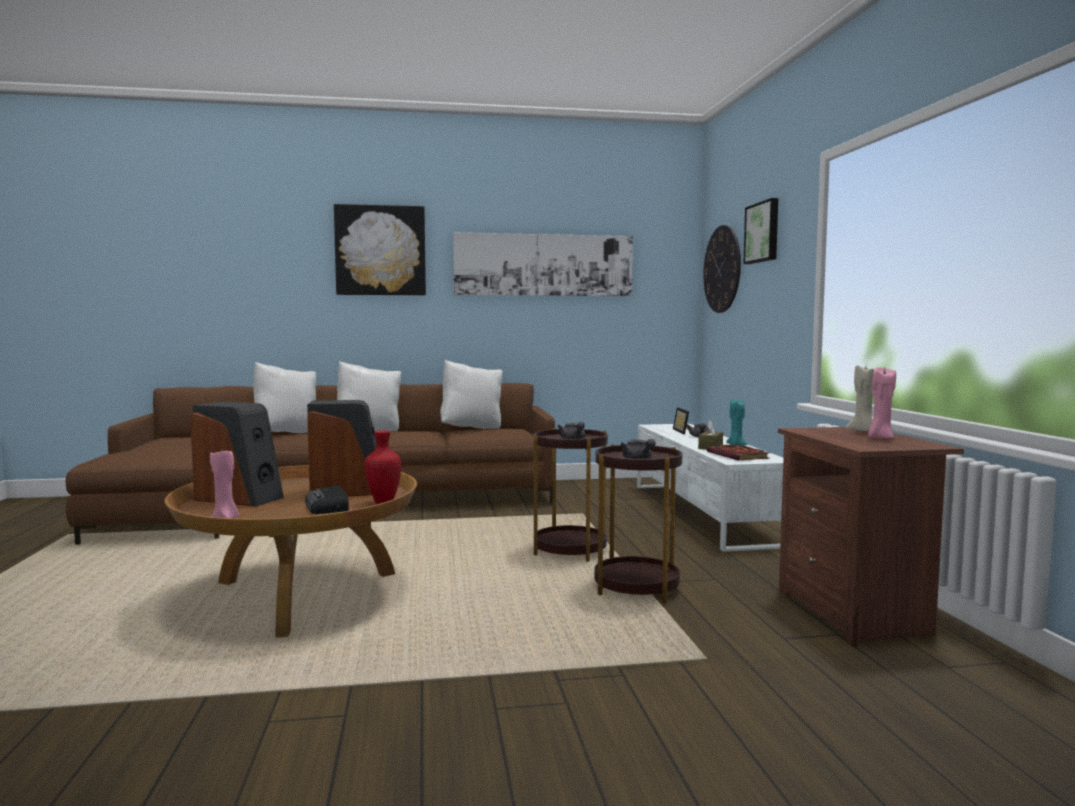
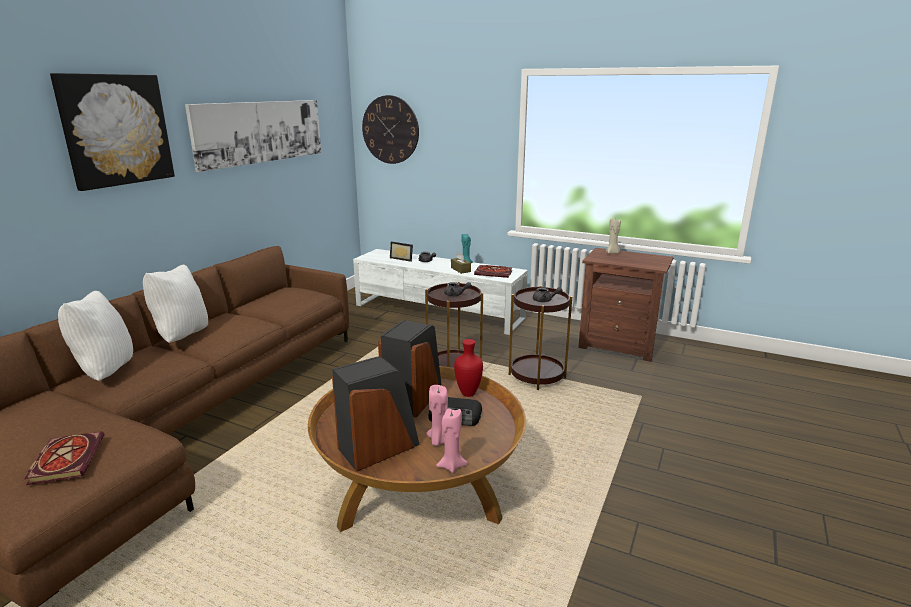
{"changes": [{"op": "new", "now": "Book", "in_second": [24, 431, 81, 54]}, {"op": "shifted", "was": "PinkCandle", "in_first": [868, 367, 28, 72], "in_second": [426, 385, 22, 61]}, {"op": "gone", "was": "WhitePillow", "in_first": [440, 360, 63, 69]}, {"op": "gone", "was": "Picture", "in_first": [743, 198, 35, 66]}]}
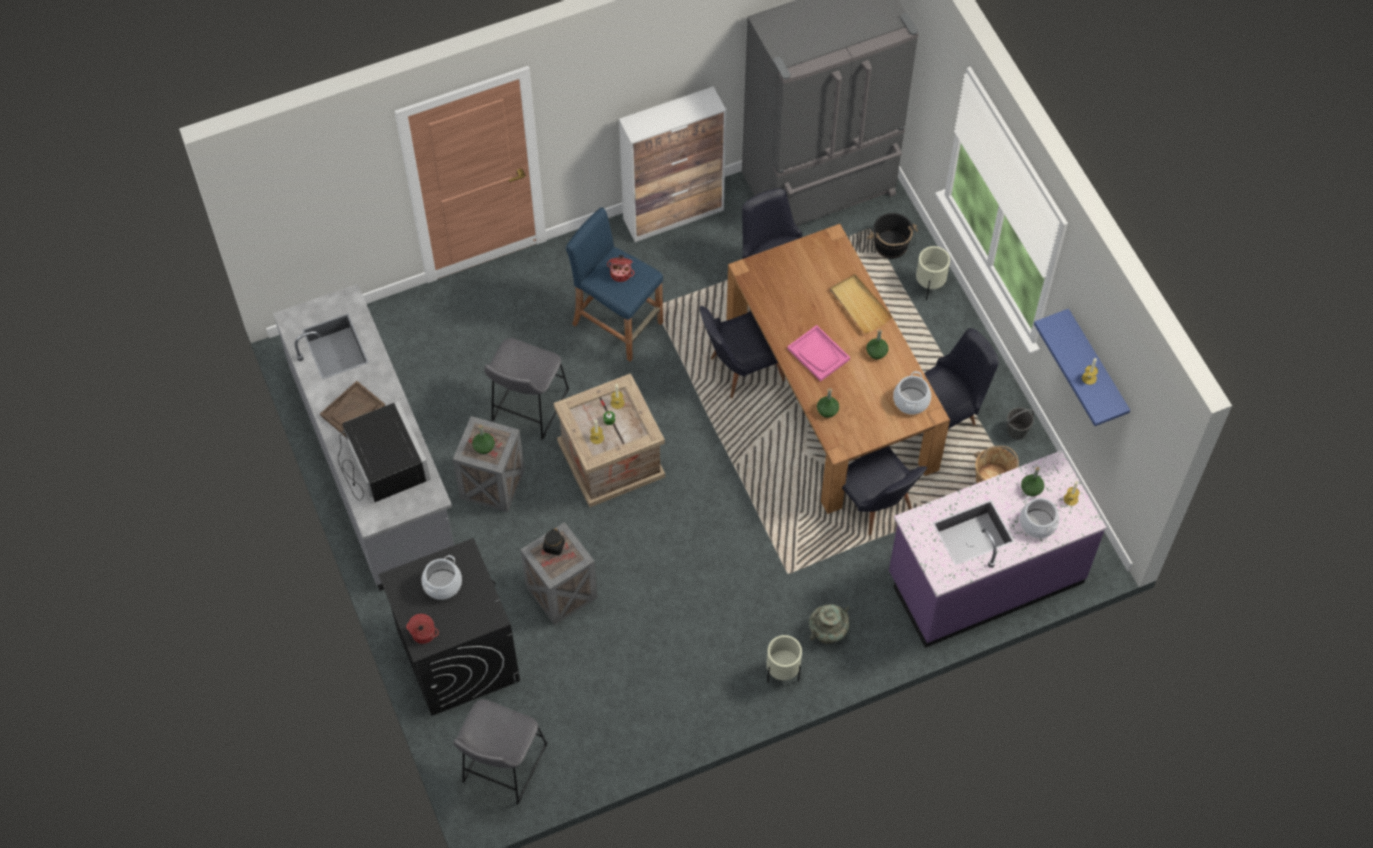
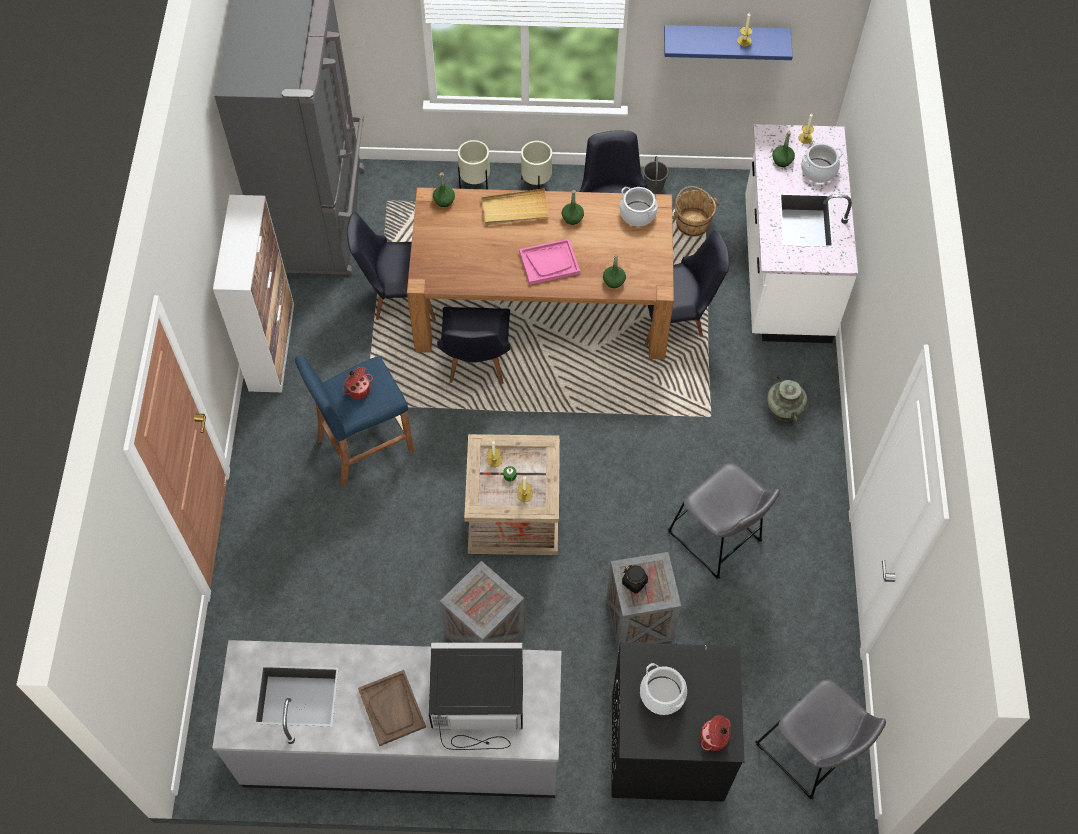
{"changes": [{"op": "shifted", "was": "GreenBottle", "in_first": [472, 425, 23, 29], "in_second": [433, 172, 22, 35]}, {"op": "shifted", "was": "BeigePlanter", "in_first": [766, 635, 36, 48], "in_second": [521, 141, 31, 48]}, {"op": "shifted", "was": "GreyStool", "in_first": [484, 338, 85, 101], "in_second": [668, 463, 112, 116]}, {"op": "repainted", "was": "PurpleCounter", "now": "WhiteCounter", "in_first": [889, 450, 218, 198], "in_second": [745, 124, 113, 219]}, {"op": "gone", "was": "BlackBucket", "in_first": [867, 213, 51, 46]}]}
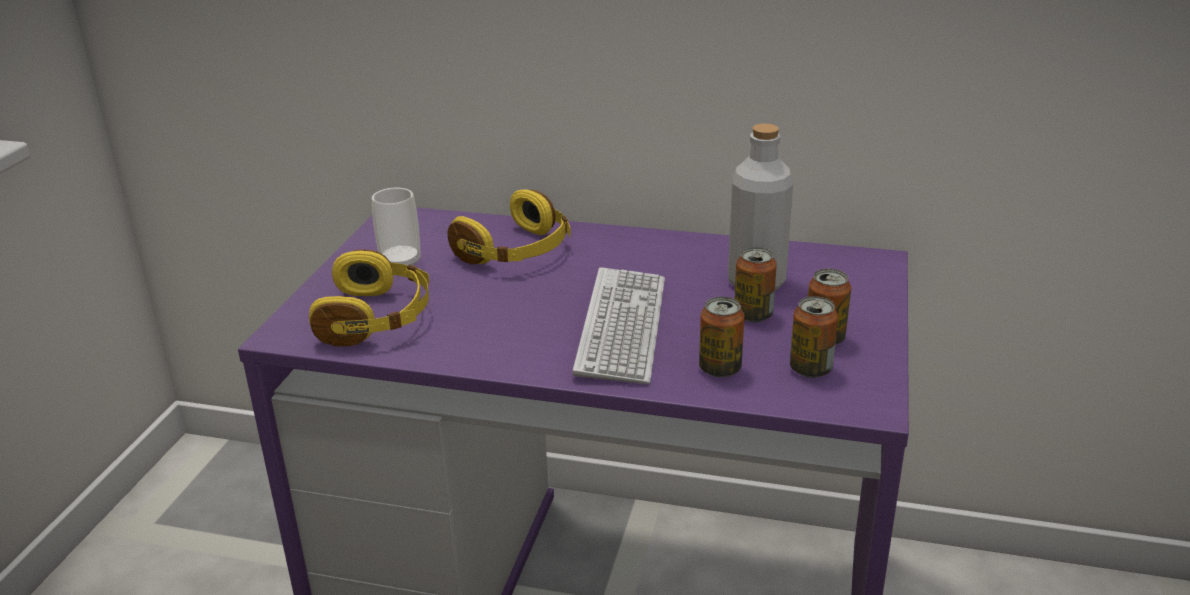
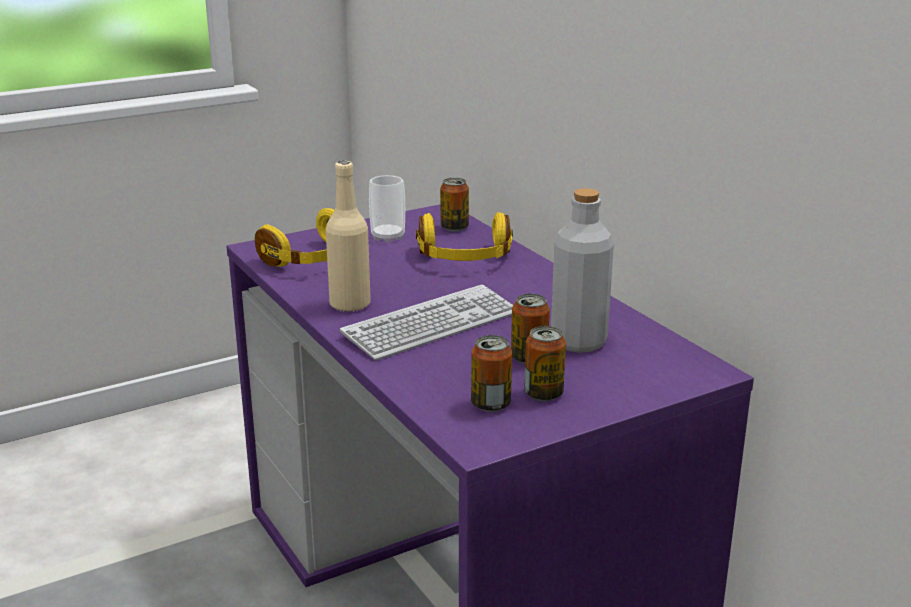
{"changes": [{"op": "new", "now": "BeigeBottle", "in_second": [326, 161, 45, 151]}, {"op": "shifted", "was": "Can", "in_first": [699, 297, 45, 80], "in_second": [440, 178, 29, 53]}]}
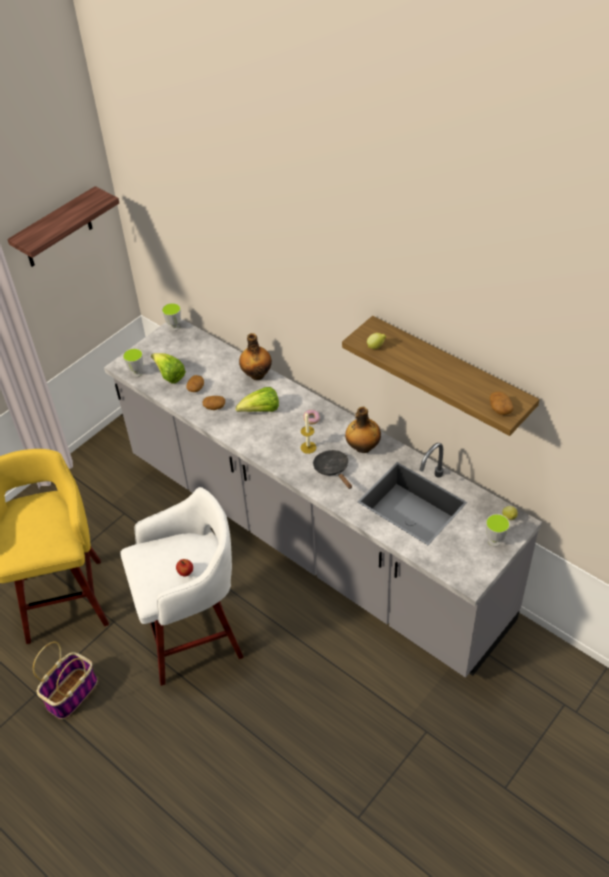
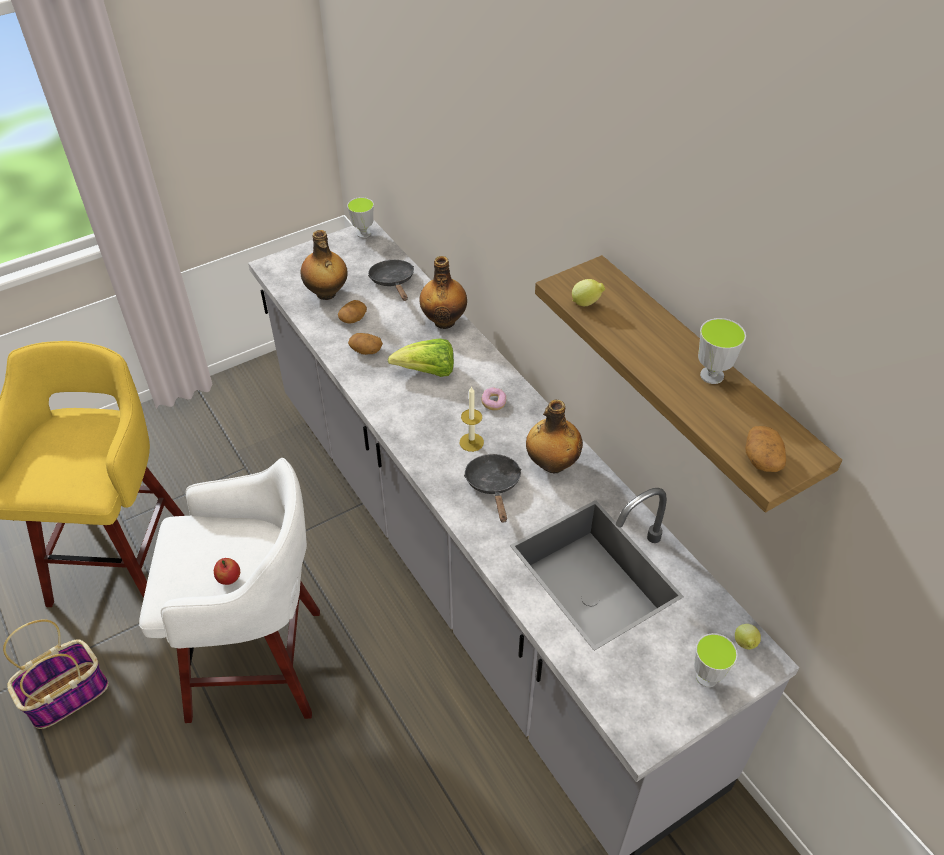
{"changes": [{"op": "swapped", "was": "Lettuce", "now": "Bottle", "in_first": [151, 353, 35, 30], "in_second": [300, 230, 48, 70]}, {"op": "new", "now": "BlackFryingPan", "in_second": [368, 260, 46, 41]}, {"op": "shifted", "was": "Cup", "in_first": [123, 348, 20, 29], "in_second": [698, 318, 48, 66]}, {"op": "gone", "was": "Shelf", "in_first": [7, 186, 112, 81]}]}
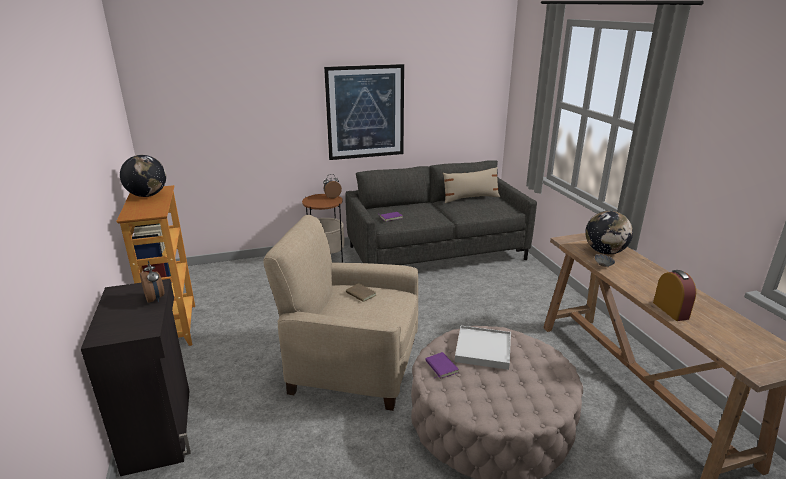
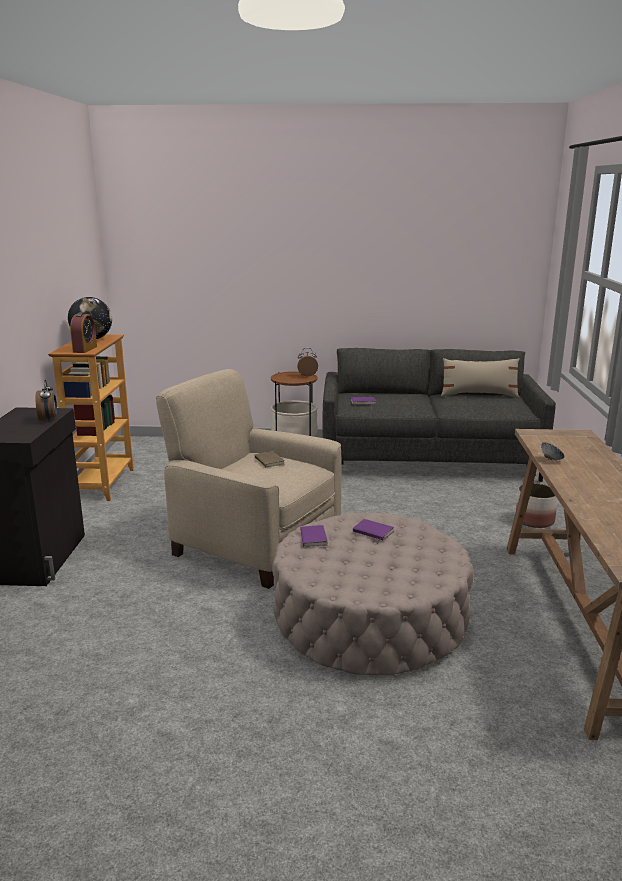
{"changes": [{"op": "shifted", "was": "AlarmClock", "in_first": [653, 270, 43, 51], "in_second": [70, 312, 27, 41]}, {"op": "swapped", "was": "WhiteTray", "now": "PurpleBook", "in_first": [455, 326, 56, 44], "in_second": [353, 519, 41, 21]}, {"op": "new", "now": "Planter", "in_second": [516, 483, 42, 45]}, {"op": "gone", "was": "Picture", "in_first": [324, 64, 80, 96]}, {"op": "gone", "was": "Globe", "in_first": [585, 211, 48, 43]}]}
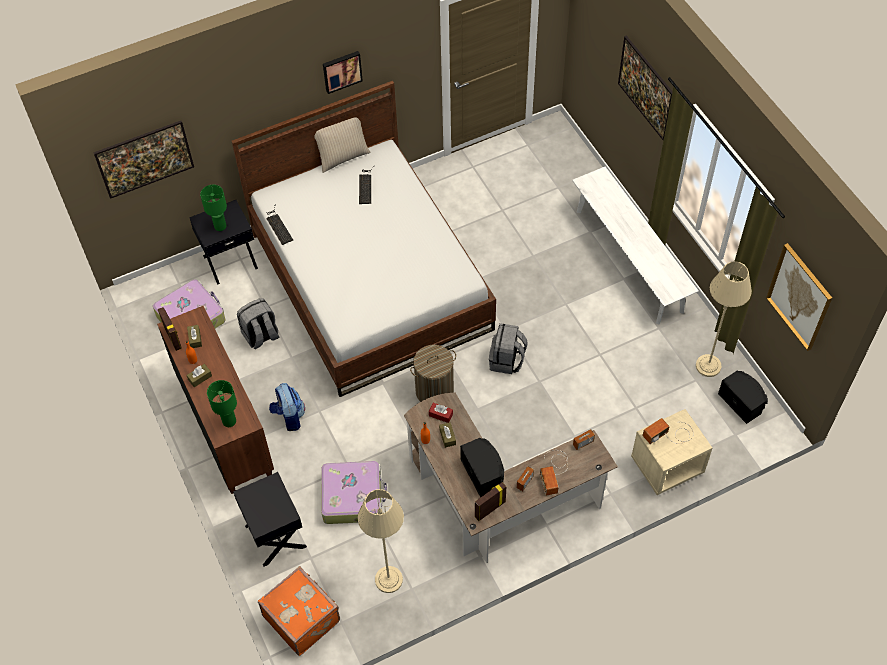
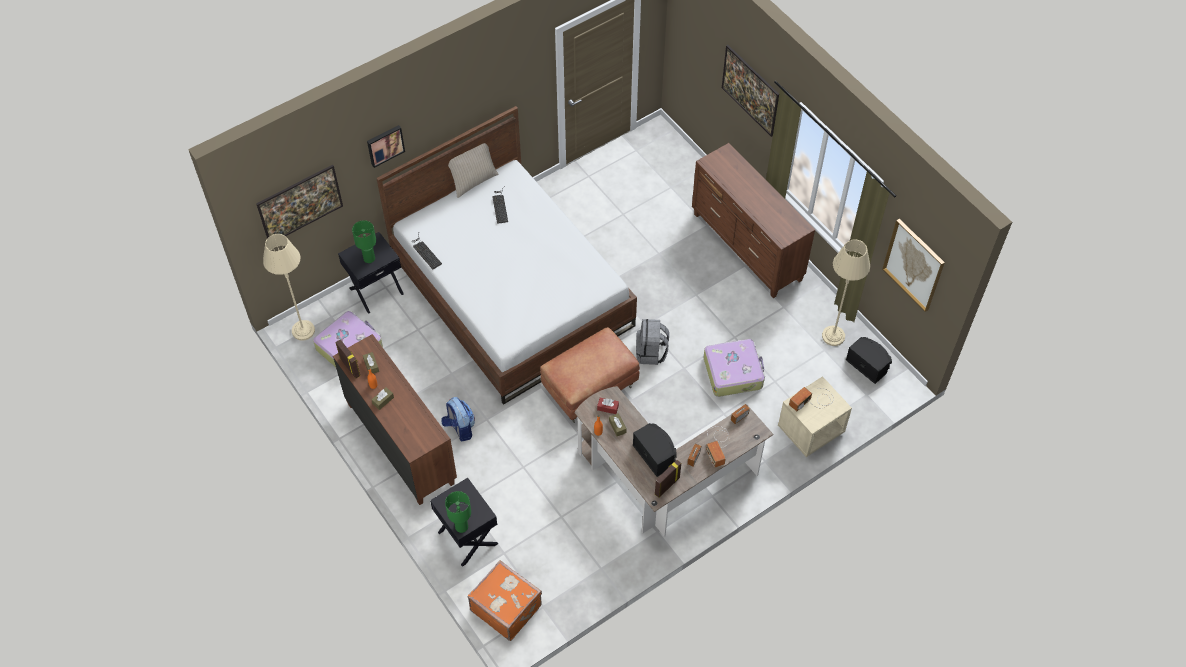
{"changes": [{"op": "shifted", "was": "BeigeFloorLamp", "in_first": [358, 489, 46, 104], "in_second": [263, 234, 52, 107]}, {"op": "shifted", "was": "Picture", "in_first": [323, 51, 40, 43], "in_second": [367, 125, 38, 43]}, {"op": "shifted", "was": "GreenTableLamp", "in_first": [207, 380, 30, 47], "in_second": [445, 491, 26, 42]}, {"op": "swapped", "was": "LaundryBasket", "now": "BrownOttoman", "in_first": [410, 345, 46, 57], "in_second": [540, 327, 100, 96]}, {"op": "swapped", "was": "WhiteBench", "now": "BrownDresser", "in_first": [572, 167, 127, 157], "in_second": [692, 143, 123, 155]}, {"op": "shifted", "was": "Suitcase", "in_first": [321, 461, 66, 63], "in_second": [704, 339, 61, 58]}, {"op": "gone", "was": "GreyBackpack", "in_first": [237, 298, 42, 51]}]}
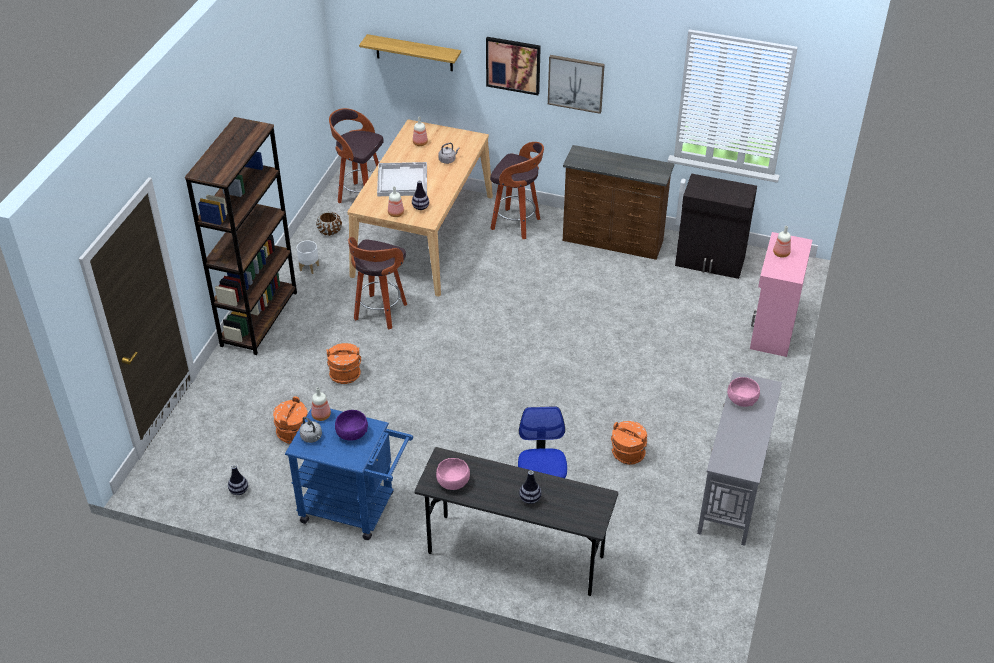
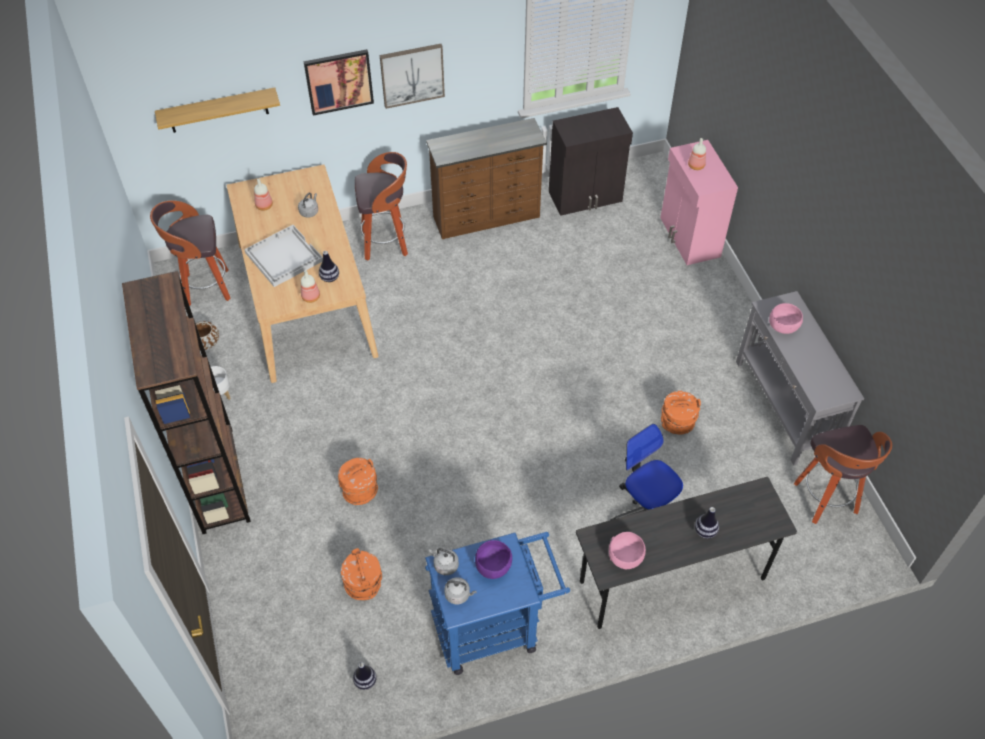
{"changes": [{"op": "swapped", "was": "Bottle", "now": "GreyKettle", "in_first": [311, 387, 20, 34], "in_second": [429, 548, 30, 27]}, {"op": "shifted", "was": "Stool", "in_first": [348, 237, 59, 92], "in_second": [794, 425, 98, 99]}]}
